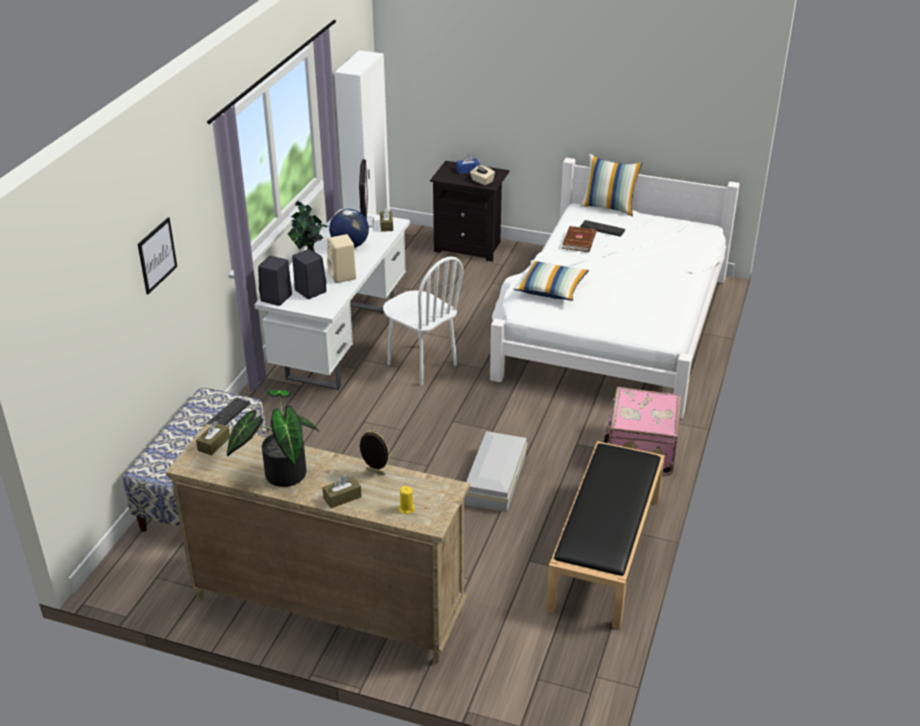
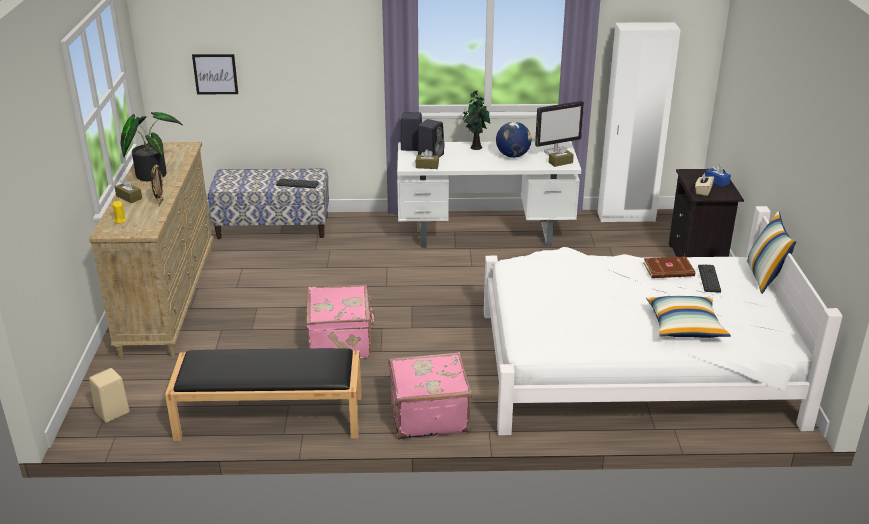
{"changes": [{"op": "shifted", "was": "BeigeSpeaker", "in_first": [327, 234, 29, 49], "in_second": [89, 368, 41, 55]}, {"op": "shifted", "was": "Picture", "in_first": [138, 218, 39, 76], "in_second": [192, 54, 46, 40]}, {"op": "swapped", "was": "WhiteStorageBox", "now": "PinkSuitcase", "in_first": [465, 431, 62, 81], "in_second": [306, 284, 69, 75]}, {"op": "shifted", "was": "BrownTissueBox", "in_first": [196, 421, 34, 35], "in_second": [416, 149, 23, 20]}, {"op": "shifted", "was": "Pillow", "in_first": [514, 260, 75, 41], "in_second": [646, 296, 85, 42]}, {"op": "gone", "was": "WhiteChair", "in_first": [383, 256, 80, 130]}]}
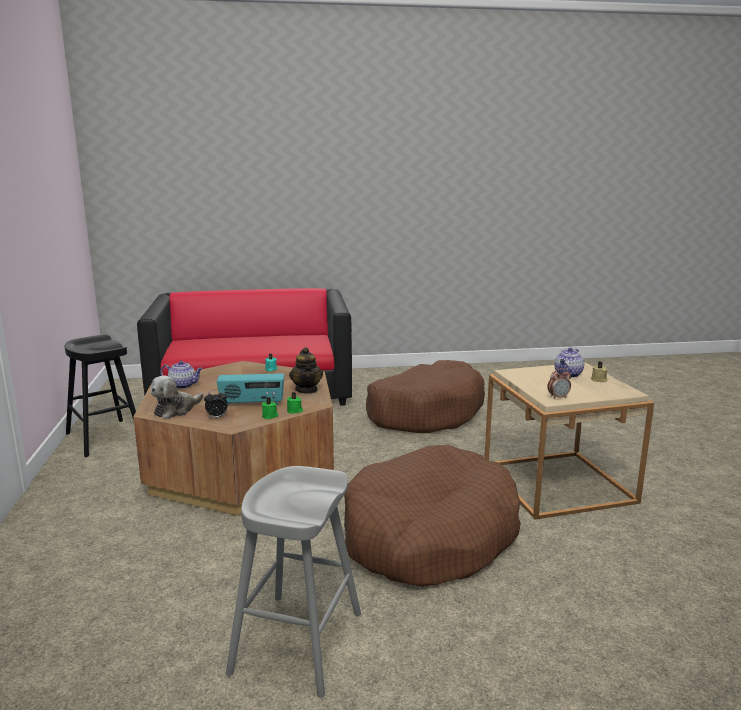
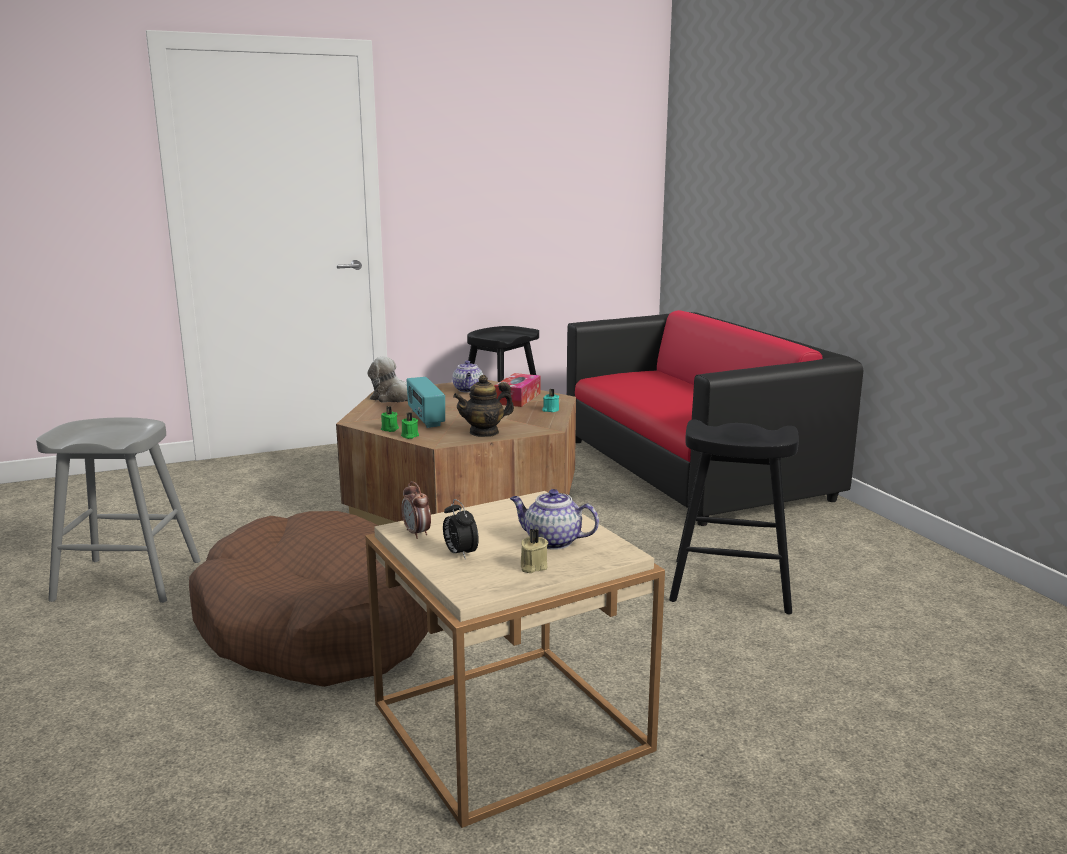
{"changes": [{"op": "shifted", "was": "AlarmClock", "in_first": [204, 389, 24, 29], "in_second": [443, 499, 36, 61]}, {"op": "new", "now": "TissueBox", "in_second": [494, 373, 46, 34]}, {"op": "swapped", "was": "BrownDogBed", "now": "BlackStool", "in_first": [366, 360, 119, 73], "in_second": [669, 420, 130, 194]}]}
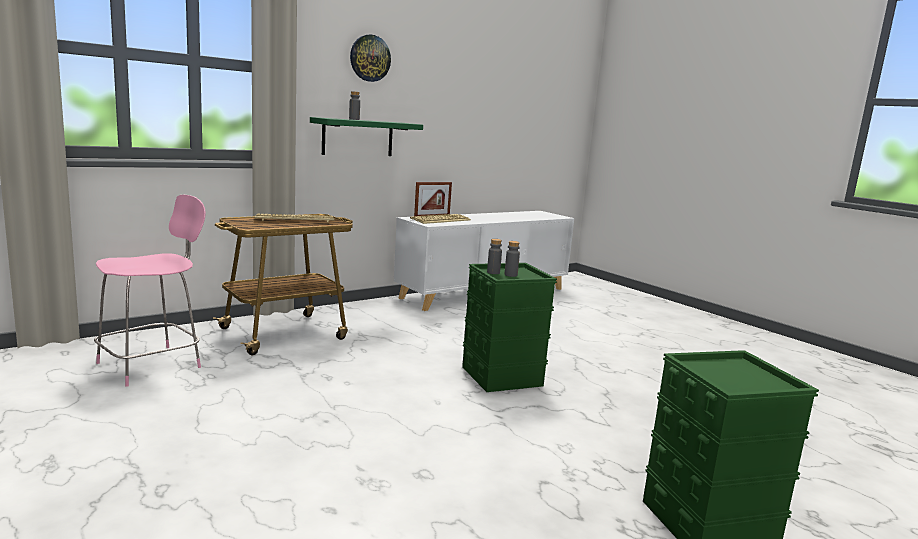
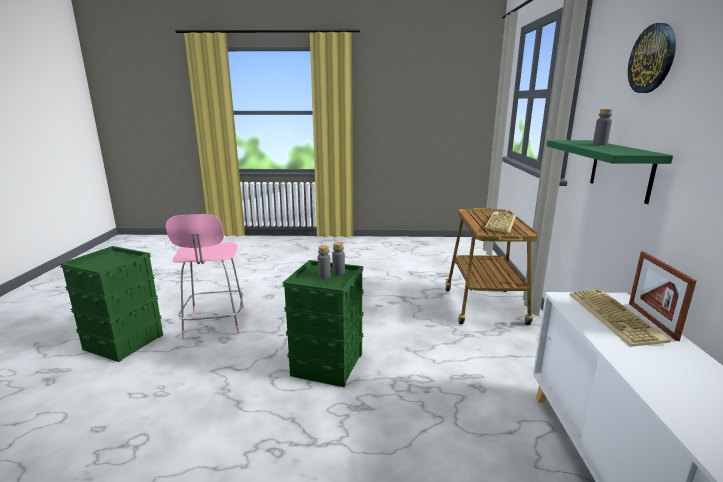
{"changes": [{"op": "shifted", "was": "PinkChair", "in_first": [94, 195, 112, 192], "in_second": [166, 214, 78, 124]}]}
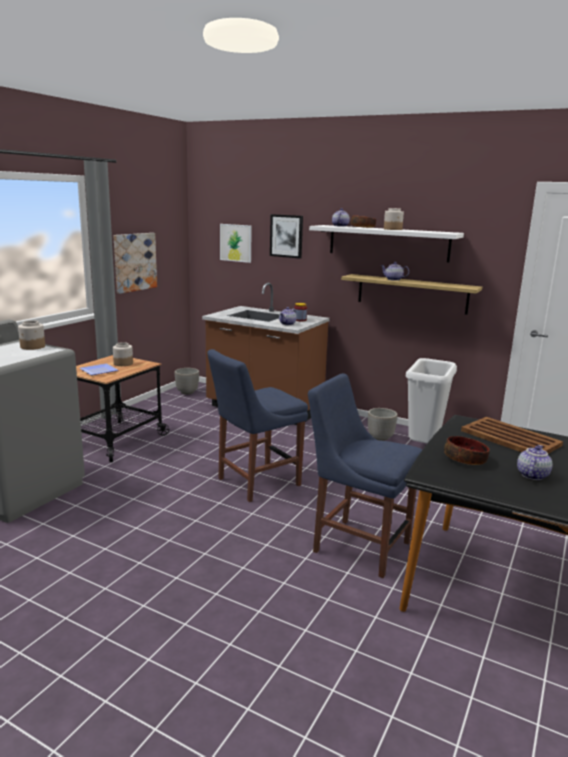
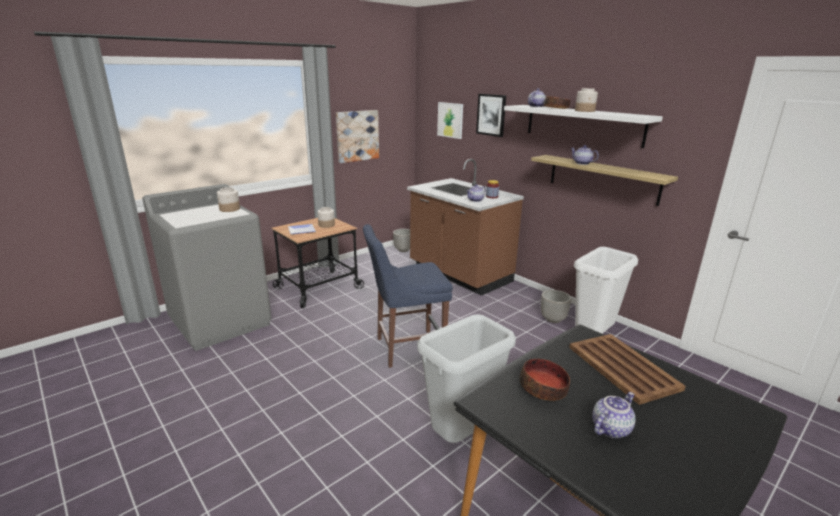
{"changes": [{"op": "swapped", "was": "BlueChair", "now": "GreyTrashCan", "in_first": [308, 373, 114, 205], "in_second": [417, 314, 99, 129]}]}
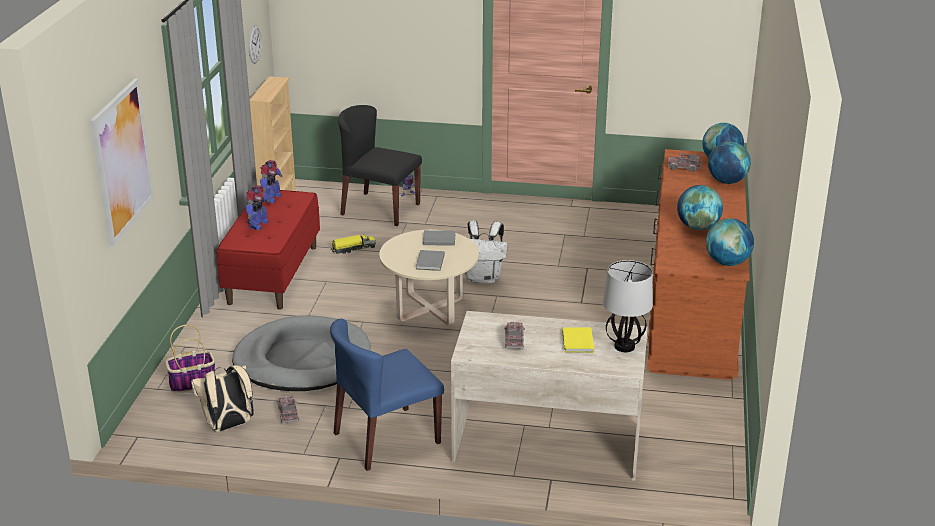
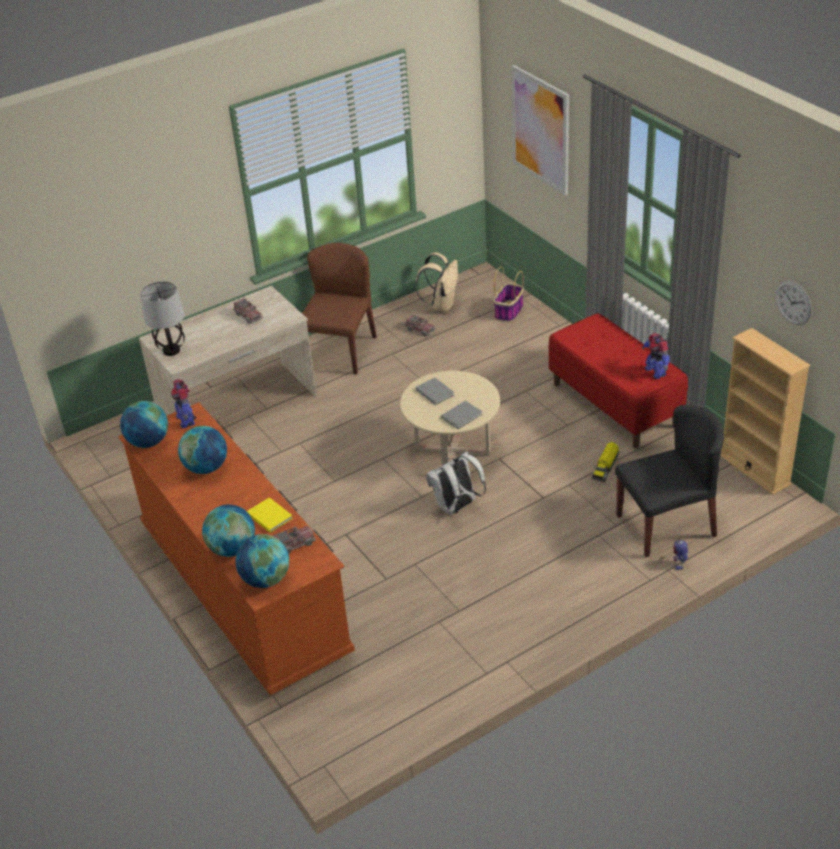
{"changes": [{"op": "shifted", "was": "ToyRobot", "in_first": [246, 185, 24, 45], "in_second": [171, 379, 25, 49]}, {"op": "shifted", "was": "YellowBook", "in_first": [562, 328, 32, 25], "in_second": [247, 497, 46, 36]}, {"op": "repainted", "was": "BlueChair", "now": "BrownChair", "in_first": [330, 319, 114, 152], "in_second": [302, 243, 75, 132]}, {"op": "gone", "was": "GreyDogBed", "in_first": [232, 315, 139, 76]}]}
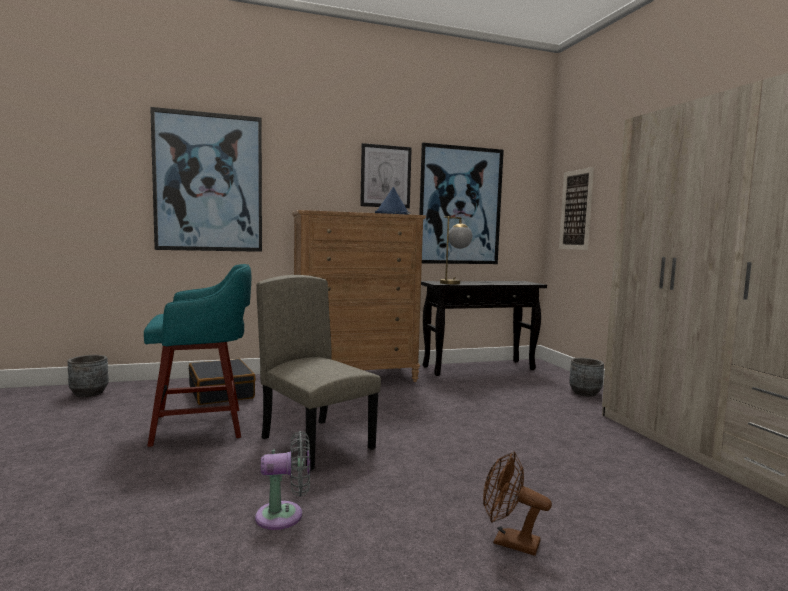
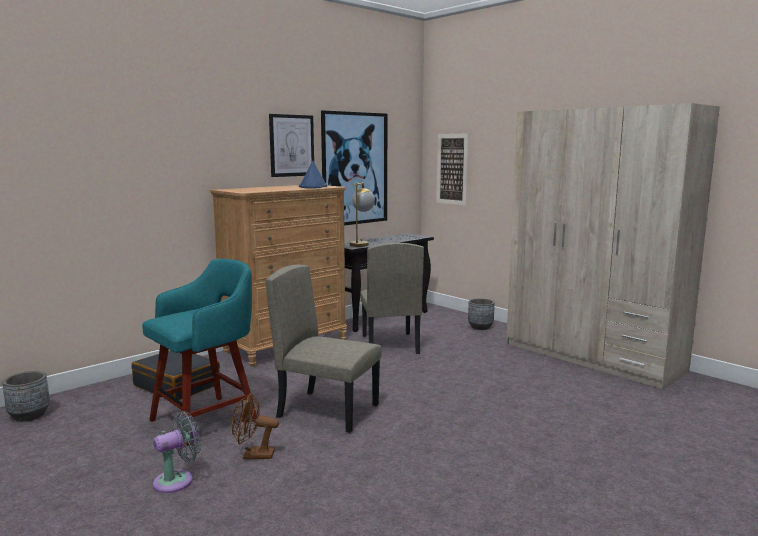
{"changes": [{"op": "shifted", "was": "GreyFan", "in_first": [255, 431, 55, 99], "in_second": [153, 411, 48, 82]}, {"op": "shifted", "was": "BrownFan", "in_first": [483, 452, 69, 104], "in_second": [232, 393, 47, 66]}, {"op": "new", "now": "BeigeChair", "in_second": [360, 243, 64, 111]}, {"op": "gone", "was": "Picture", "in_first": [150, 107, 112, 145]}]}
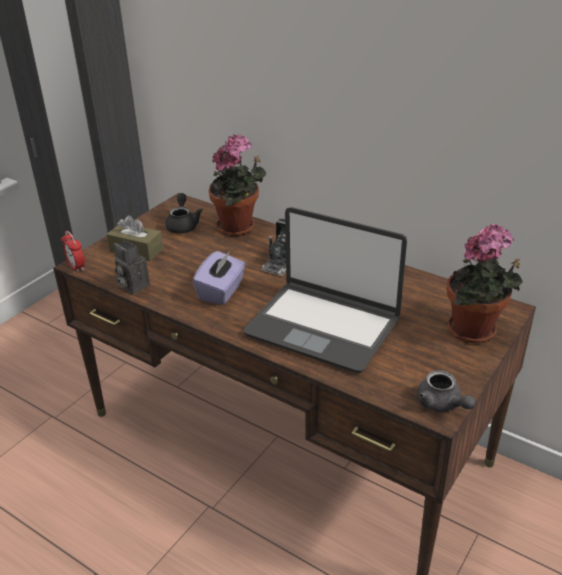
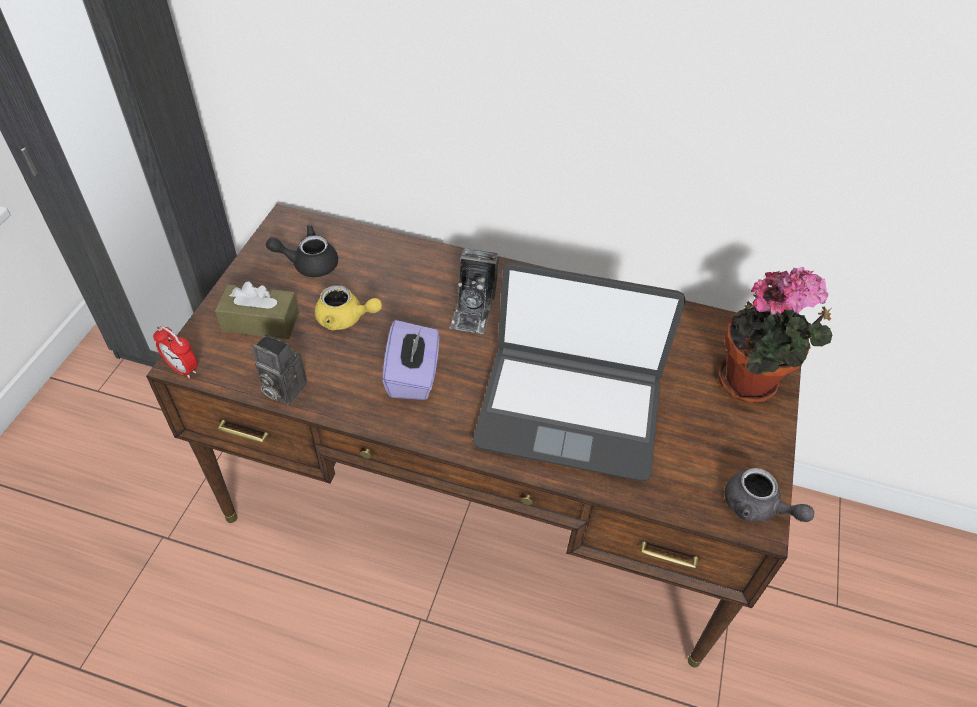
{"changes": [{"op": "rotated", "was": "BlackTeapot", "in_first": [165, 193, 38, 41], "in_second": [266, 225, 72, 52], "clockwise": -75}, {"op": "new", "now": "YellowTeapot", "in_second": [315, 285, 67, 45]}, {"op": "gone", "was": "PottedPlant", "in_first": [209, 134, 57, 103]}]}
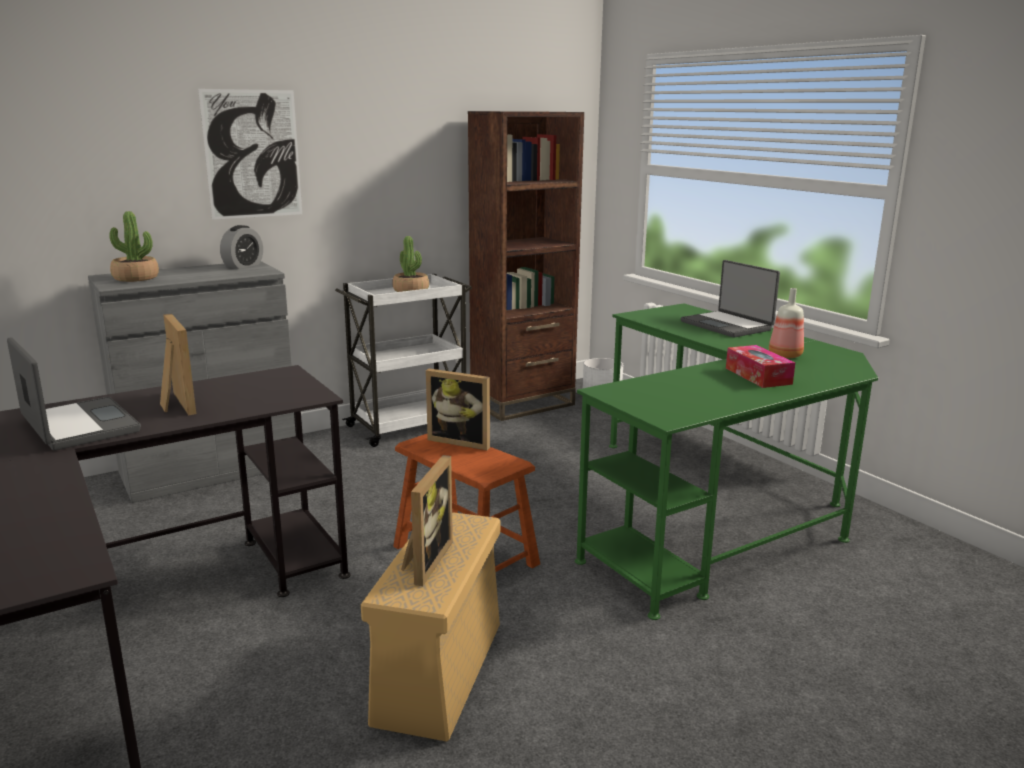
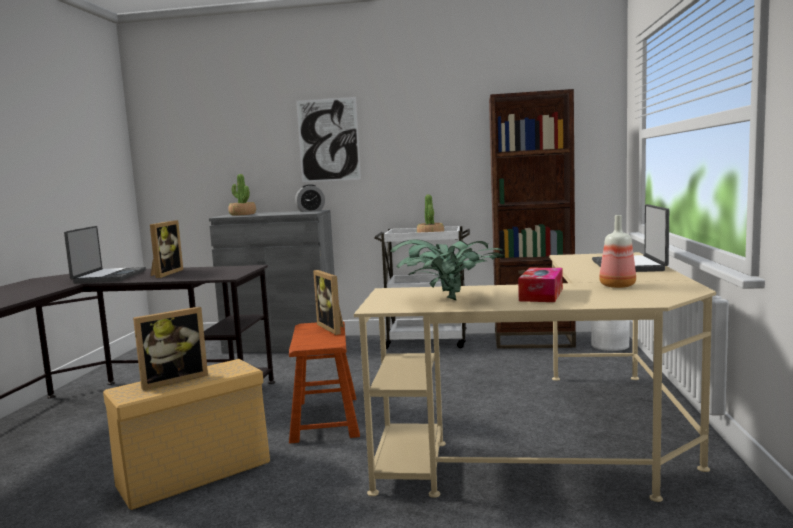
{"changes": [{"op": "repainted", "was": "GreenDesk", "now": "BeigeDesk", "in_first": [575, 303, 303, 317], "in_second": [354, 252, 362, 250]}, {"op": "new", "now": "PottedPlant", "in_second": [390, 239, 115, 62]}]}
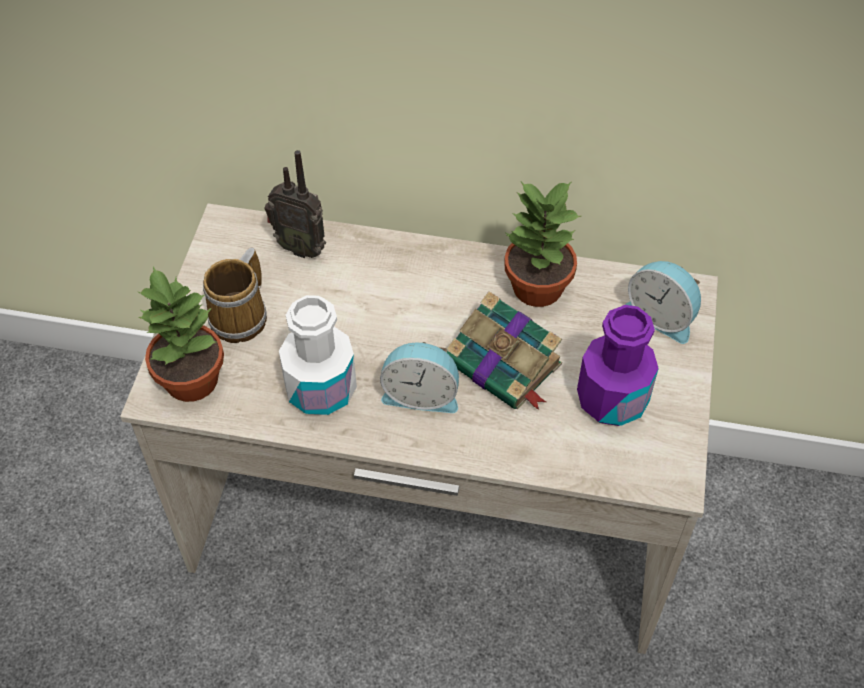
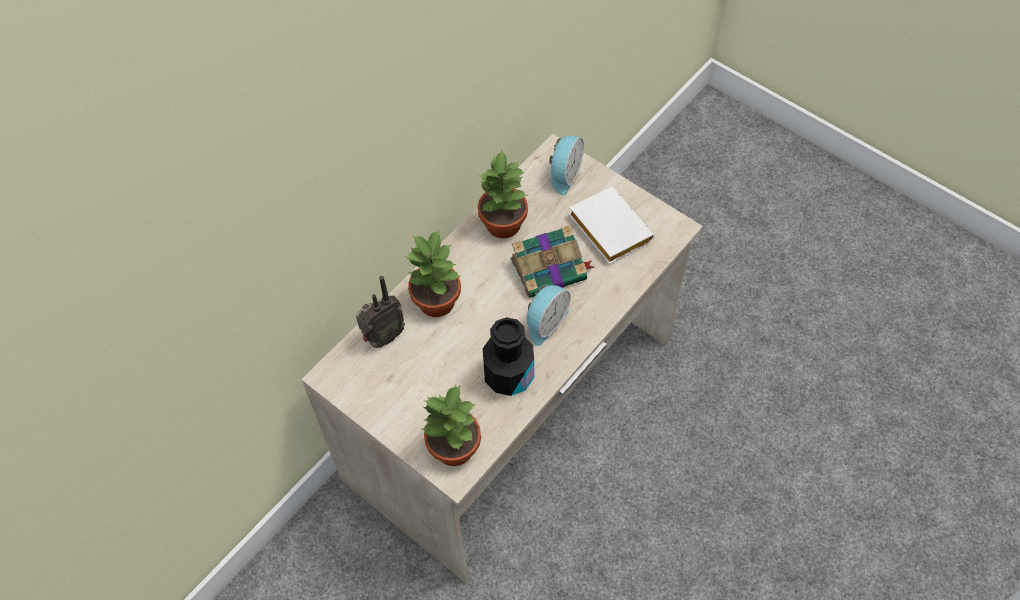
{"changes": [{"op": "new", "now": "PottedPlant", "in_second": [406, 230, 55, 87]}, {"op": "repainted", "was": "WhiteBottle", "now": "BlackBottle", "in_first": [279, 295, 78, 120], "in_second": [483, 317, 51, 79]}, {"op": "rotated", "was": "AlarmClock", "in_first": [625, 261, 76, 83], "in_second": [549, 136, 35, 60], "clockwise": -45}, {"op": "swapped", "was": "PurpleBottle", "now": "WhiteBook", "in_first": [577, 305, 82, 121], "in_second": [569, 187, 86, 77]}, {"op": "gone", "was": "Mug", "in_first": [203, 248, 64, 95]}]}
